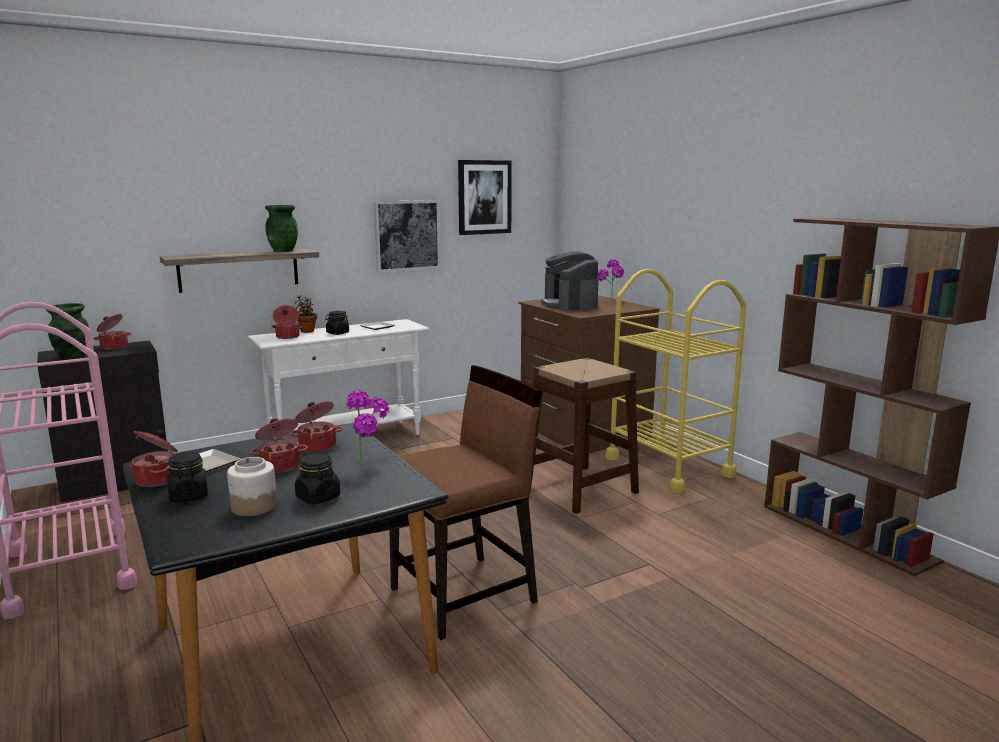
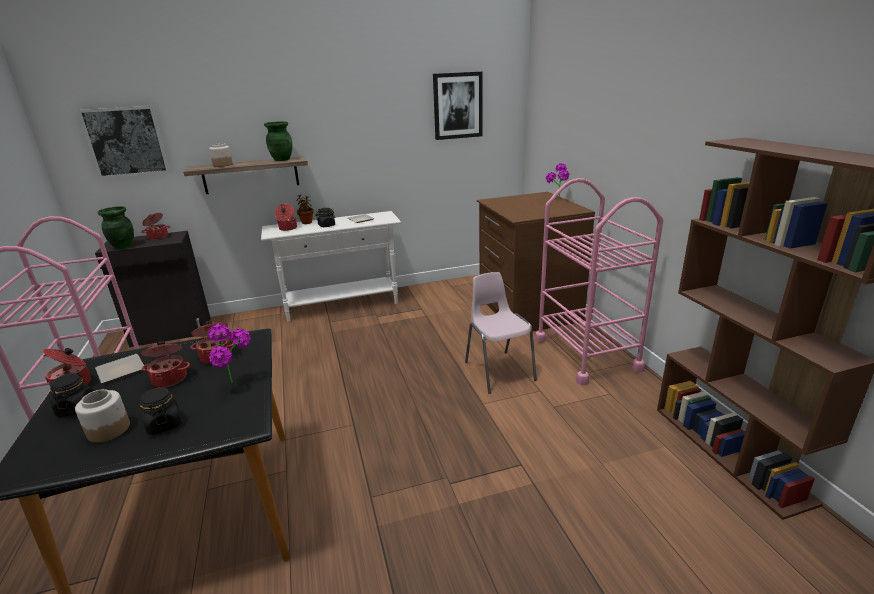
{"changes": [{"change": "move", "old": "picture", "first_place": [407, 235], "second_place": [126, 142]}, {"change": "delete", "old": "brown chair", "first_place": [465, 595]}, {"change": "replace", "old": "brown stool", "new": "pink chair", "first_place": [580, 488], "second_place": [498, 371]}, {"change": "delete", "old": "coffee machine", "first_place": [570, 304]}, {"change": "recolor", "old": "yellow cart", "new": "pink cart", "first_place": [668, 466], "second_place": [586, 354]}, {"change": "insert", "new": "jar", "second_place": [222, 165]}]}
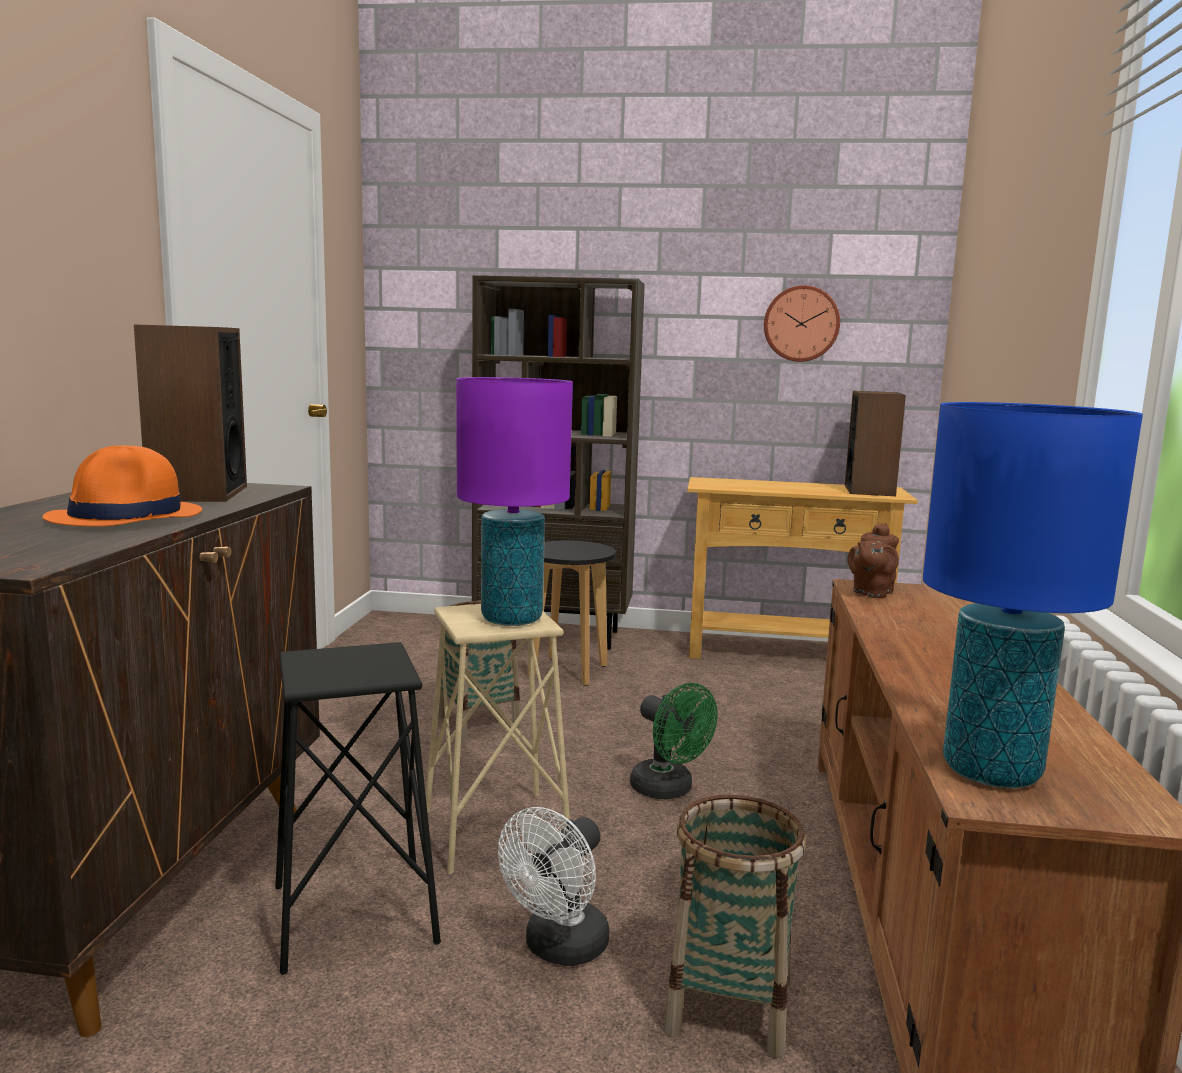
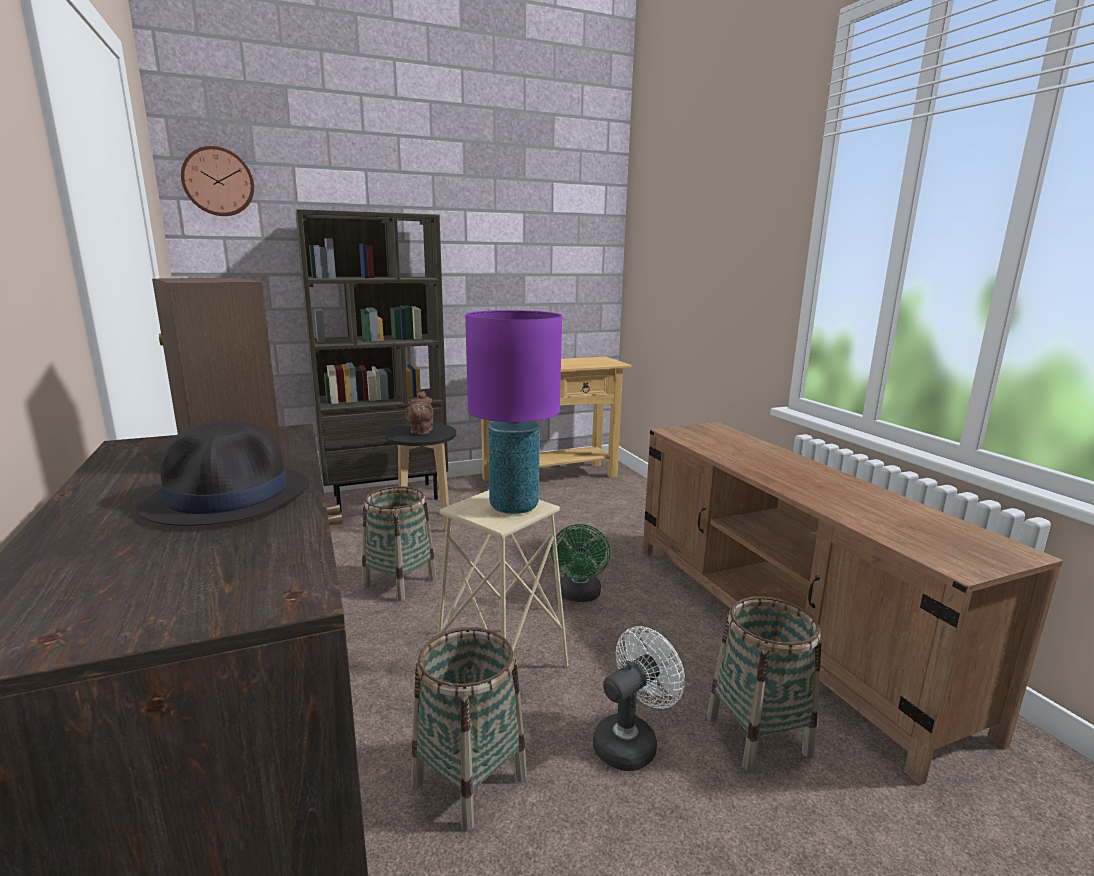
{"changes": [{"change": "recolor", "old": "orange hat", "new": "black hat", "first_place": [126, 517], "second_place": [230, 497]}, {"change": "replace", "old": "black stool", "new": "basket", "first_place": [354, 914], "second_place": [469, 780]}, {"change": "rotate", "old": "white fan", "first_place": [559, 949], "second_place": [631, 741], "degrees": -135}, {"change": "rotate", "old": "green fan", "first_place": [669, 790], "second_place": [579, 596], "degrees": 75}, {"change": "move", "old": "wall clock", "first_place": [801, 324], "second_place": [218, 182]}, {"change": "delete", "old": "speaker", "first_place": [869, 490]}, {"change": "move", "old": "brown teapot", "first_place": [871, 593], "second_place": [421, 432]}, {"change": "delete", "old": "blue table lamp", "first_place": [990, 771]}]}
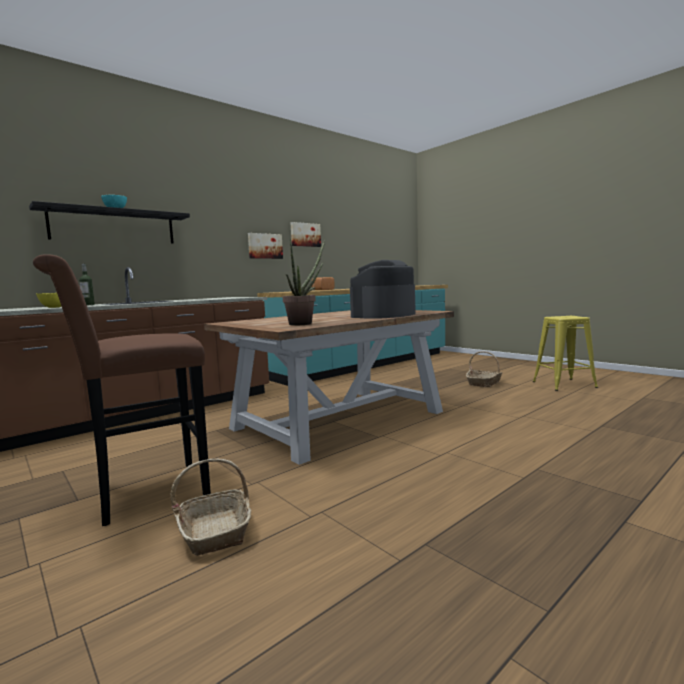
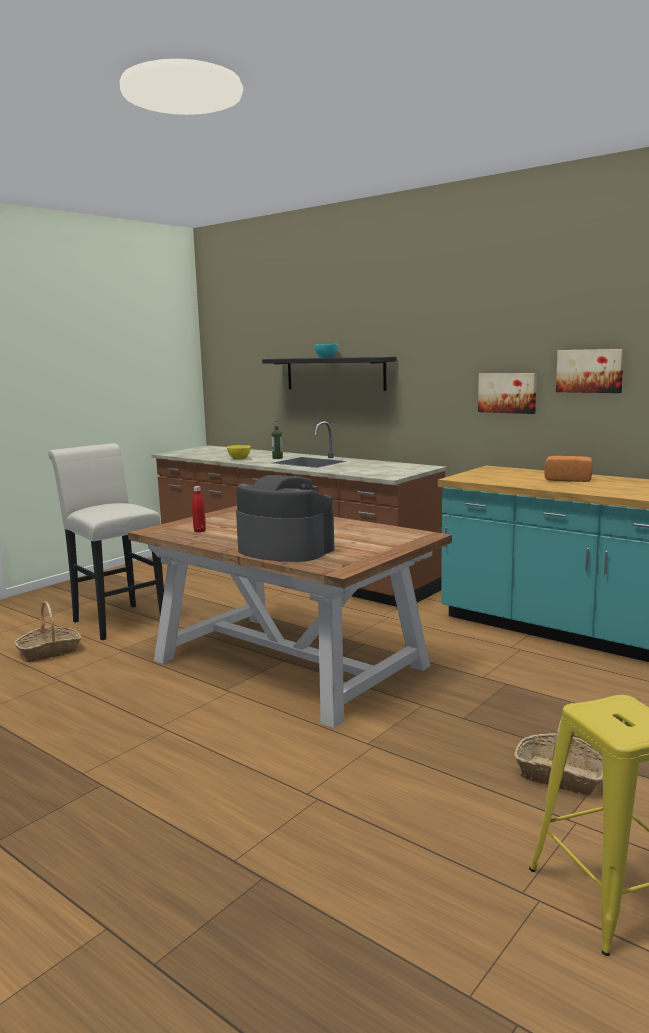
{"changes": [{"change": "recolor", "old": "brown stool", "new": "white stool", "first_place": [142, 494], "second_place": [116, 620]}, {"change": "replace", "old": "potted plant", "new": "red bottle", "first_place": [304, 323], "second_place": [199, 531]}]}
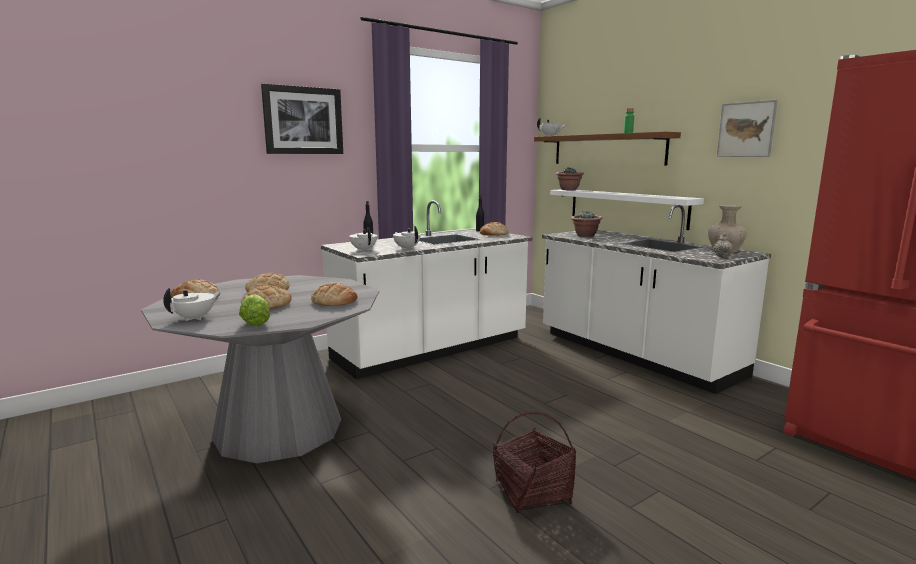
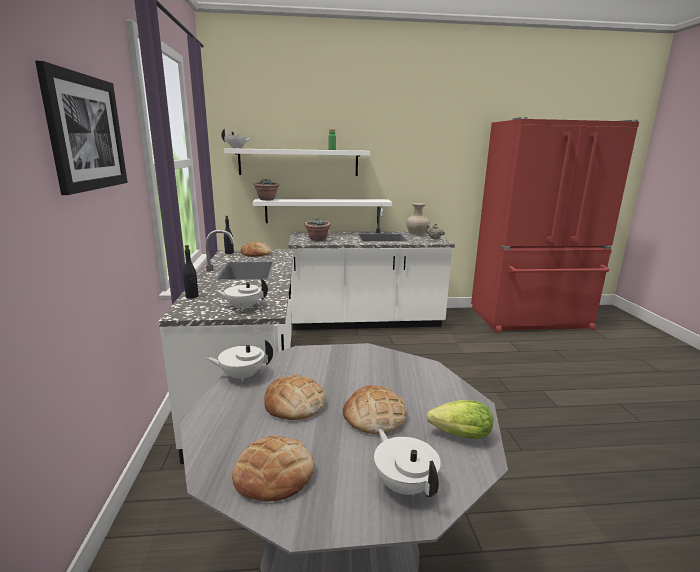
{"changes": [{"change": "delete", "old": "bread", "first_place": [335, 301]}, {"change": "move", "old": "white teapot", "first_place": [407, 248], "second_place": [242, 376]}, {"change": "delete", "old": "basket", "first_place": [533, 492]}, {"change": "recolor", "old": "brown shelf", "new": "white shelf", "first_place": [607, 149], "second_place": [298, 162]}, {"change": "delete", "old": "picture", "first_place": [746, 129]}]}
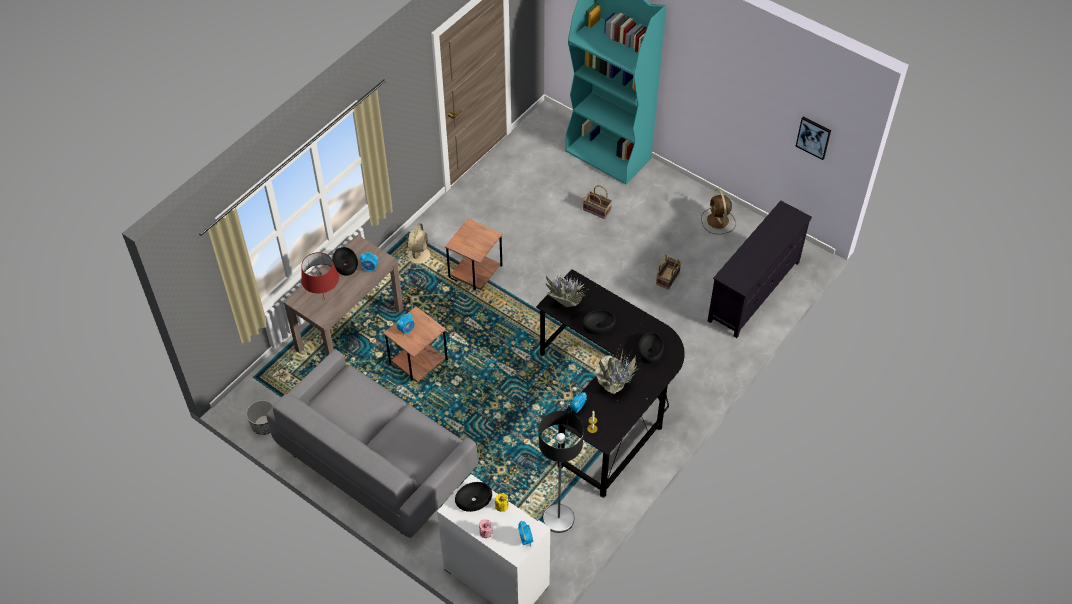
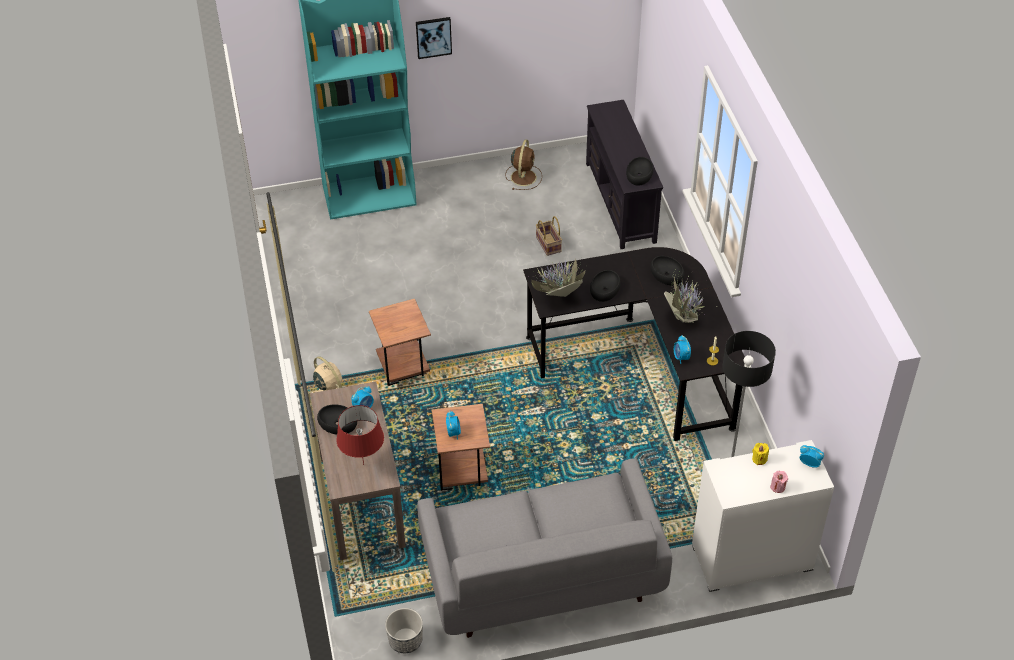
{"changes": [{"change": "move", "old": "black bowl", "first_place": [473, 499], "second_place": [639, 175]}, {"change": "delete", "old": "basket", "first_place": [597, 210]}, {"change": "rotate", "old": "brown fan", "first_place": [718, 221], "second_place": [523, 176], "degrees": -105}, {"change": "move", "old": "picture", "first_place": [813, 137], "second_place": [433, 37]}]}
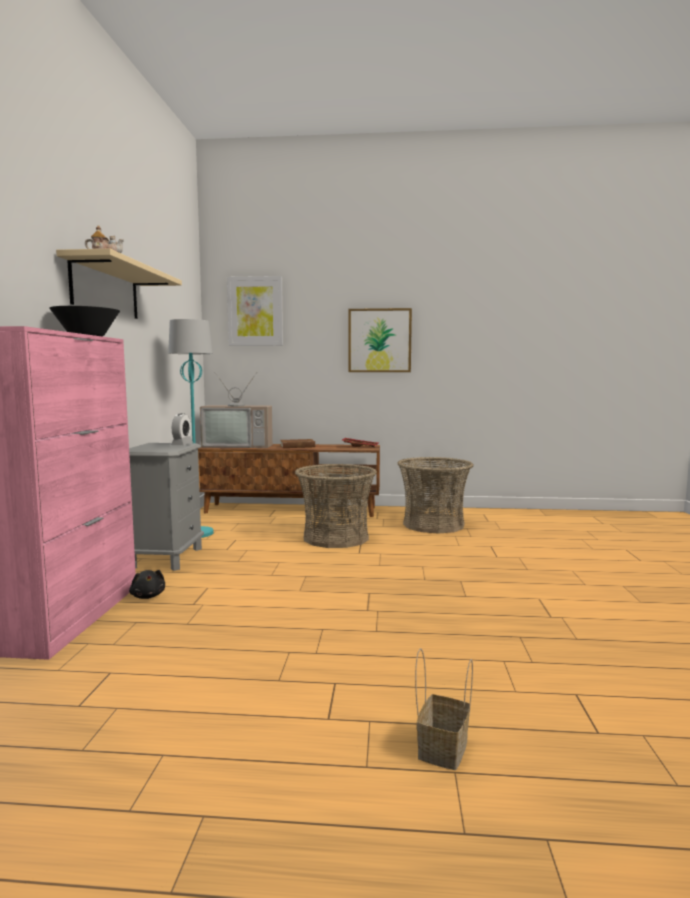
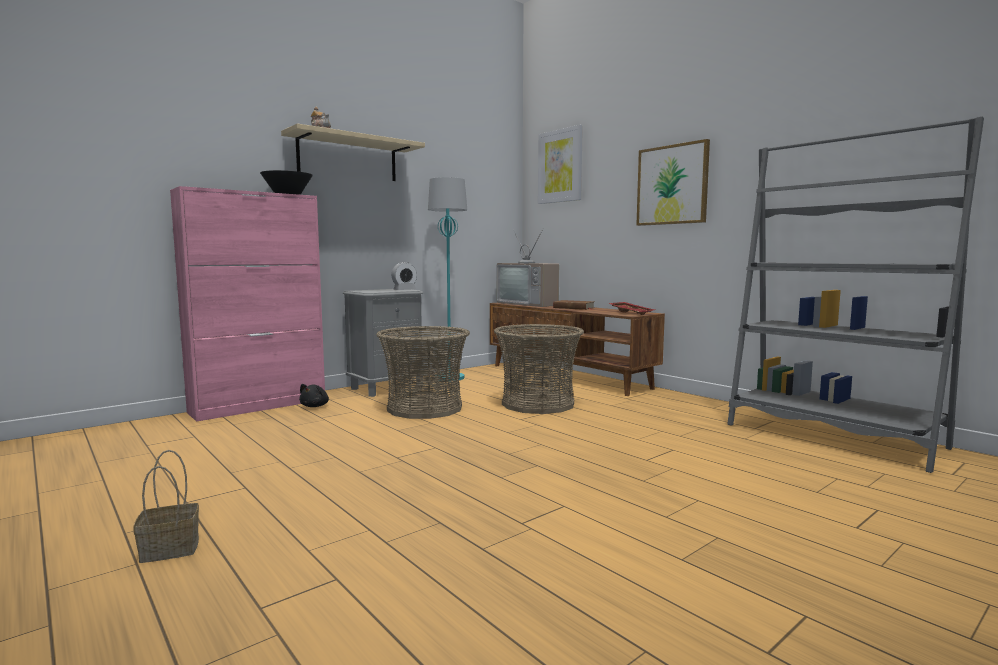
{"changes": [{"change": "move", "old": "basket", "first_place": [433, 524], "second_place": [424, 408]}, {"change": "insert", "new": "grey bookcase", "second_place": [832, 436]}]}
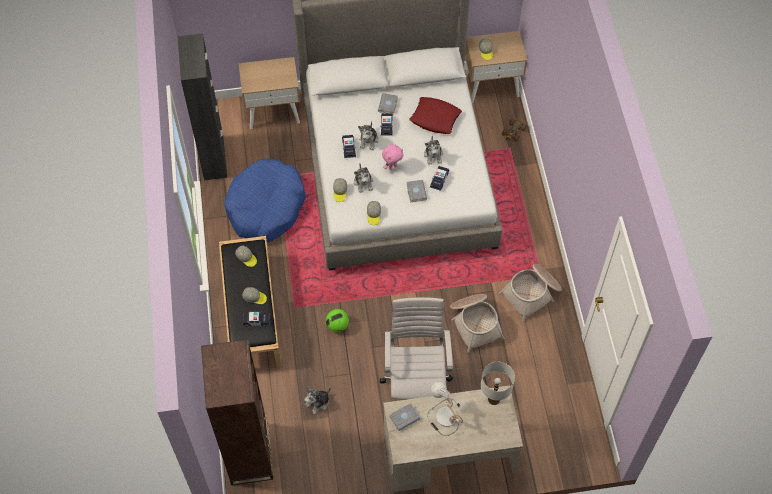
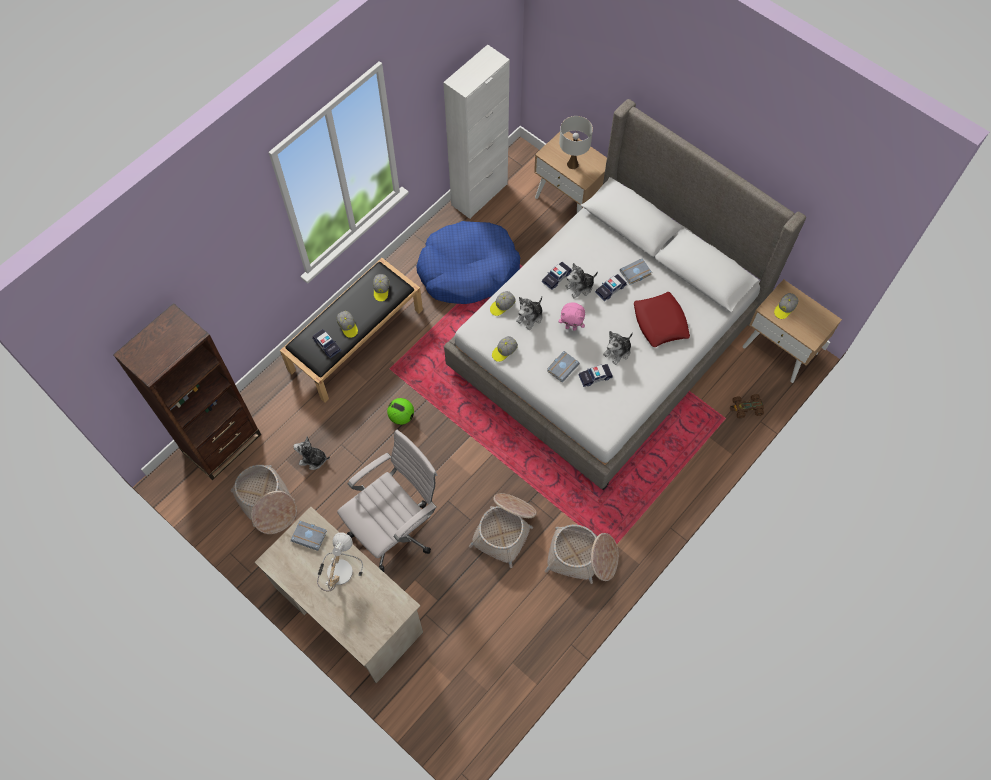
{"changes": [{"change": "recolor", "old": "black cabinet", "new": "white cabinet", "first_place": [214, 158], "second_place": [479, 194]}, {"change": "move", "old": "white table lamp", "first_place": [494, 399], "second_place": [573, 164]}, {"change": "insert", "new": "basket", "second_place": [267, 502]}]}
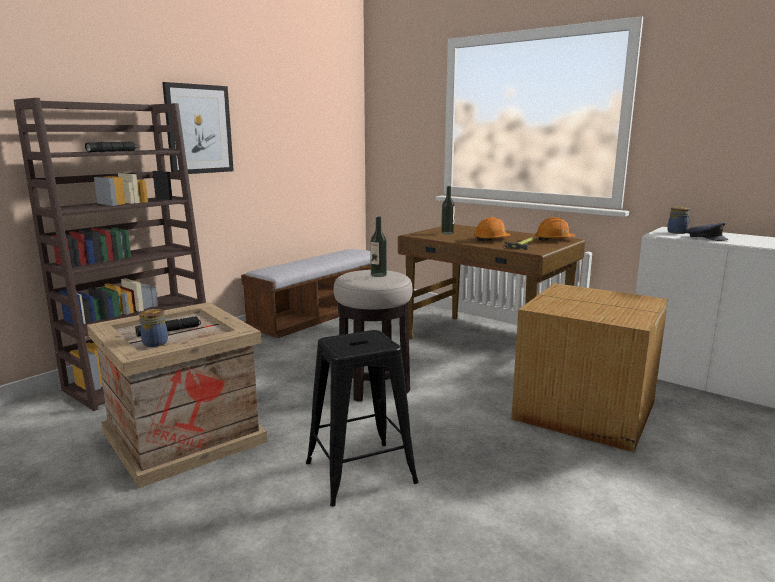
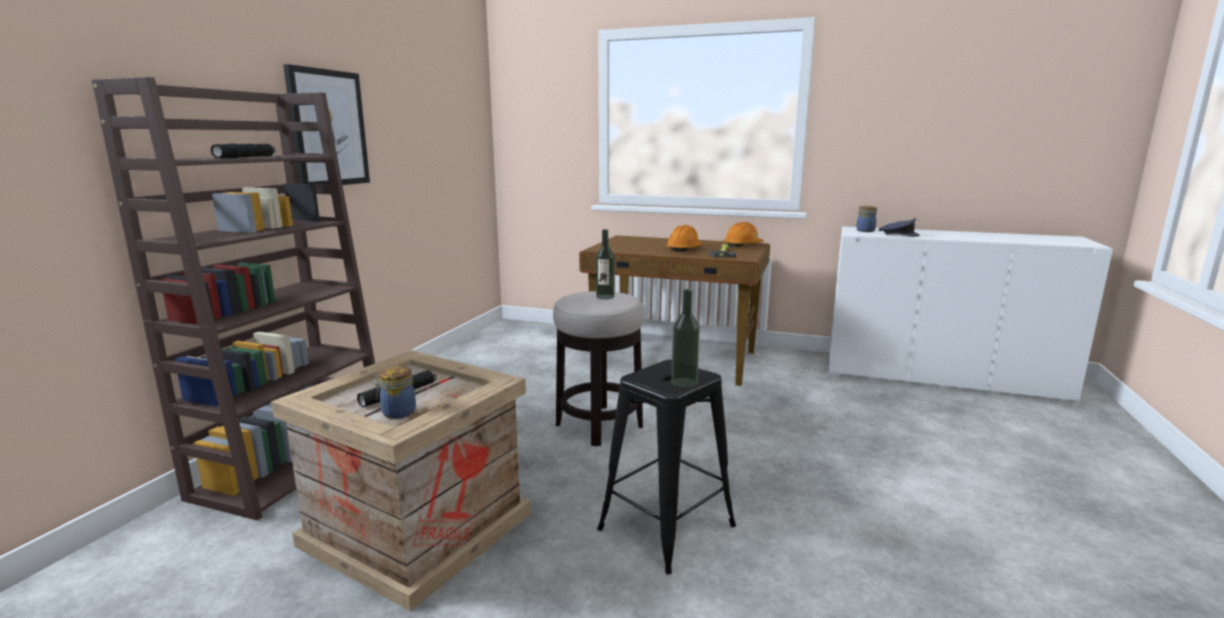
{"changes": [{"change": "delete", "old": "bench", "first_place": [319, 316]}, {"change": "move", "old": "bottle", "first_place": [447, 233], "second_place": [684, 383]}, {"change": "delete", "old": "cardboard box", "first_place": [586, 412]}]}
